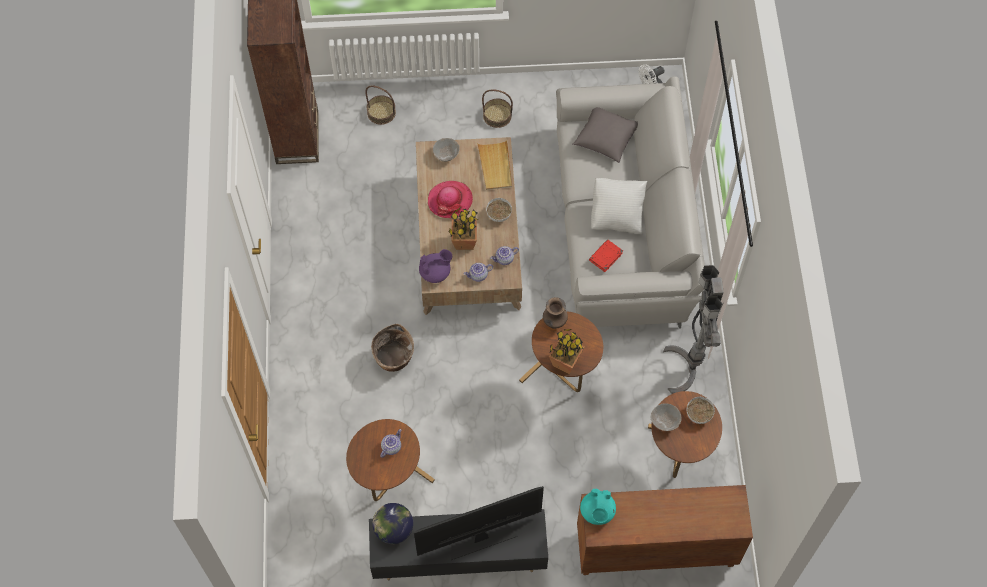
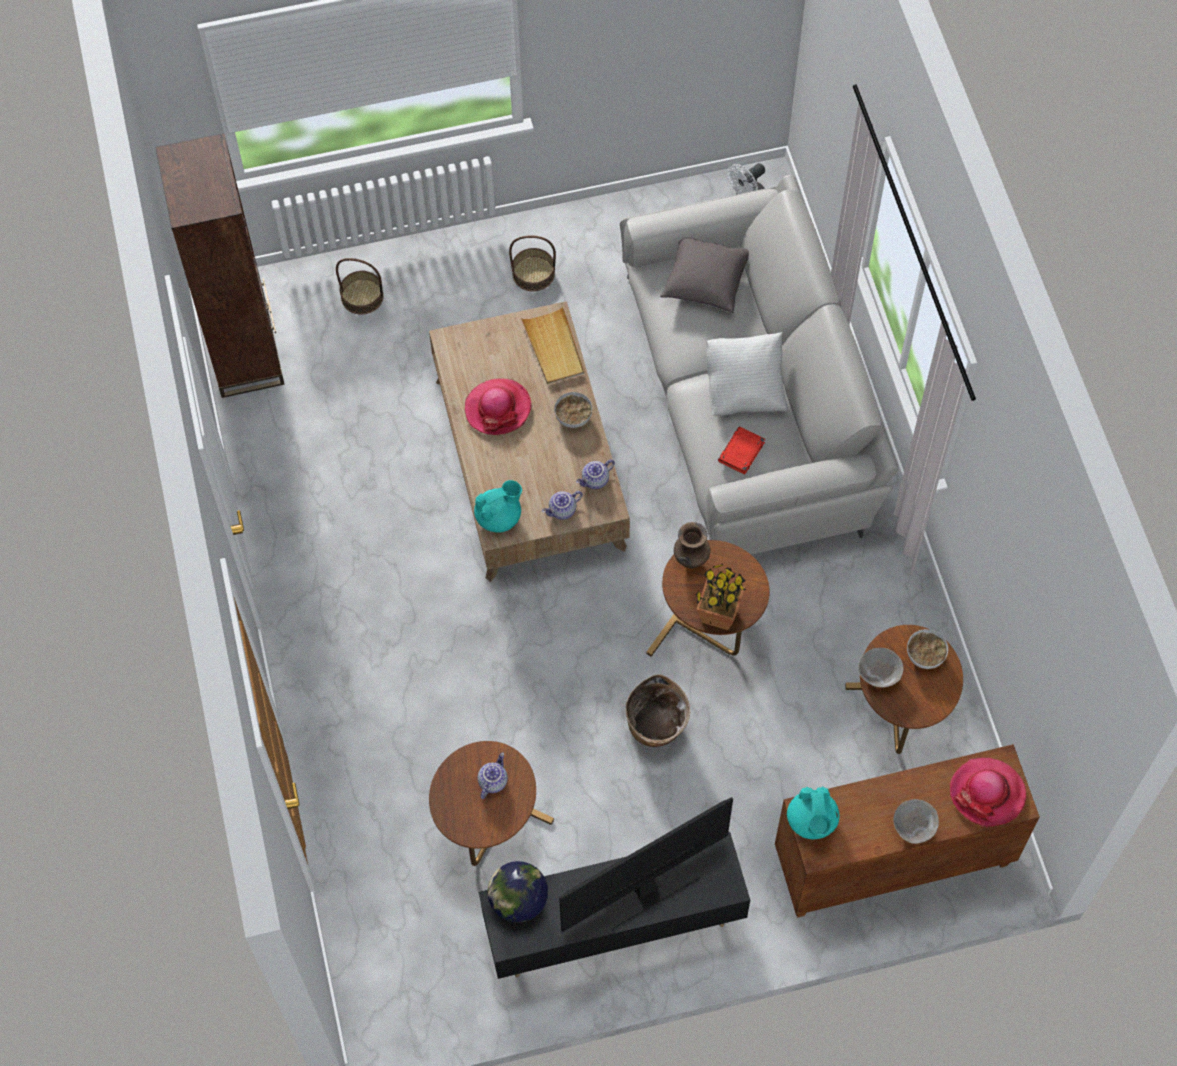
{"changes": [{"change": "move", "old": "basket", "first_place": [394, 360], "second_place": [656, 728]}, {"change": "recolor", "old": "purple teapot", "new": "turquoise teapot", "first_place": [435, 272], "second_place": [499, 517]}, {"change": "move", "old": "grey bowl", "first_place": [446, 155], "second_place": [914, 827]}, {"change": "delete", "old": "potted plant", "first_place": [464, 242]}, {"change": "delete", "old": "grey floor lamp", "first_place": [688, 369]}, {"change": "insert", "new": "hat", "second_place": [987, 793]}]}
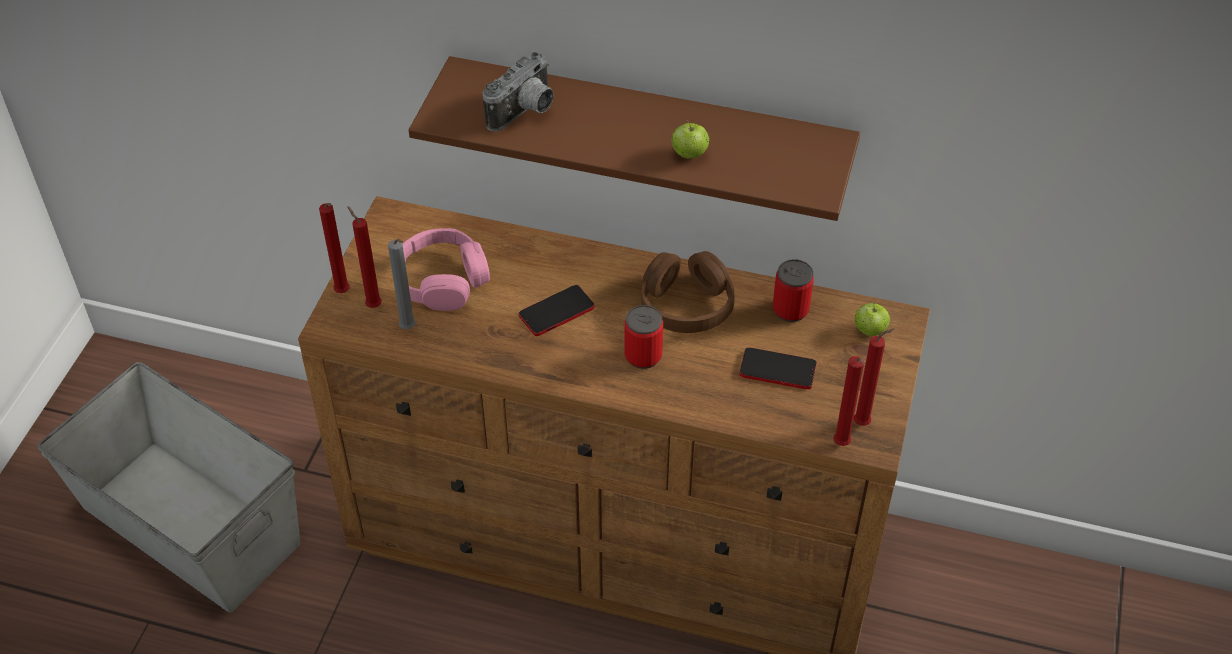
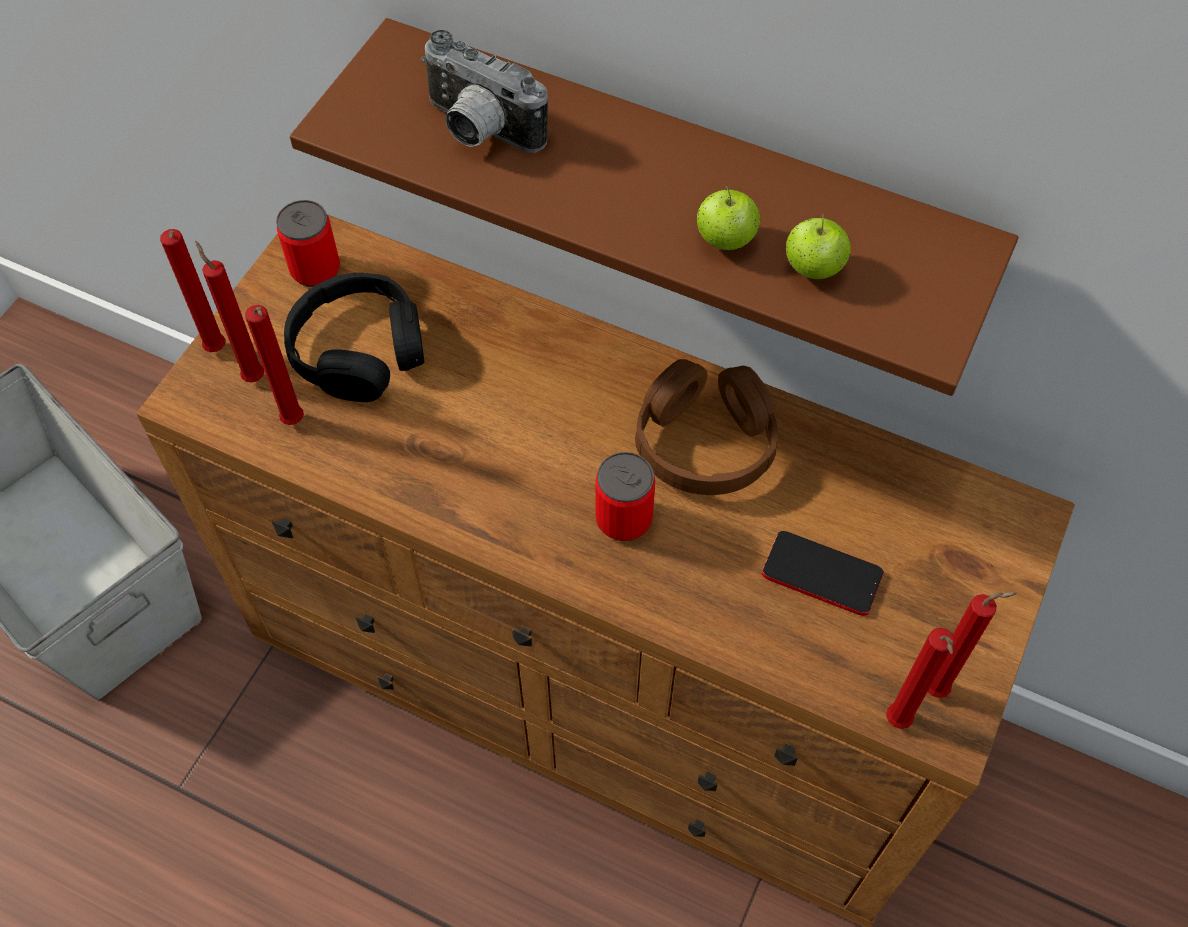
{"changes": [{"change": "recolor", "old": "grey candle", "new": "red candle", "first_place": [409, 329], "second_place": [295, 423]}, {"change": "recolor", "old": "pink headphones", "new": "black headphones", "first_place": [442, 280], "second_place": [359, 350]}, {"change": "rotate", "old": "photo camera", "first_place": [525, 113], "second_place": [478, 131], "degrees": 75}, {"change": "delete", "old": "phone", "first_place": [556, 311]}, {"change": "move", "old": "can", "first_place": [790, 309], "second_place": [315, 269]}, {"change": "move", "old": "apple", "first_place": [869, 331], "second_place": [813, 269]}]}
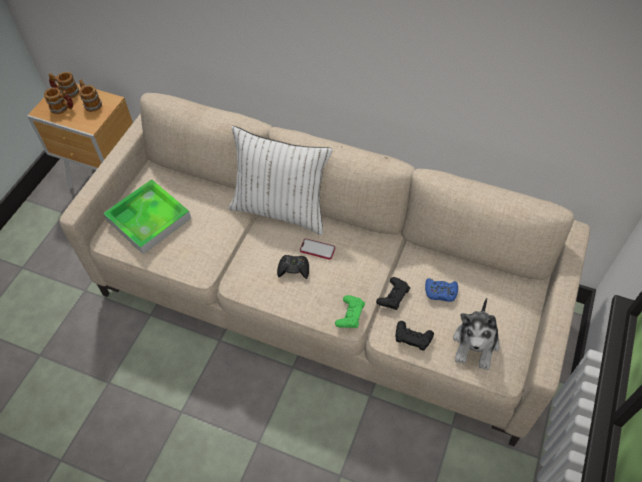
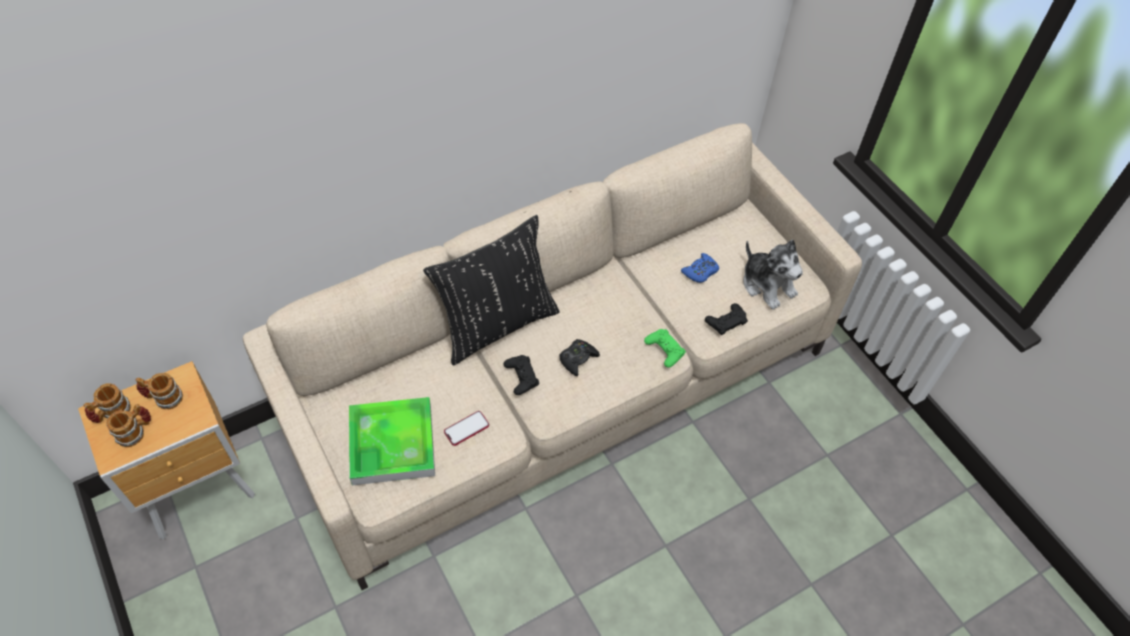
{"changes": [{"change": "recolor", "old": "white pillow", "new": "black pillow", "first_place": [281, 209], "second_place": [496, 324]}, {"change": "move", "old": "phone", "first_place": [317, 249], "second_place": [466, 429]}, {"change": "move", "old": "black game controller", "first_place": [393, 296], "second_place": [521, 376]}]}
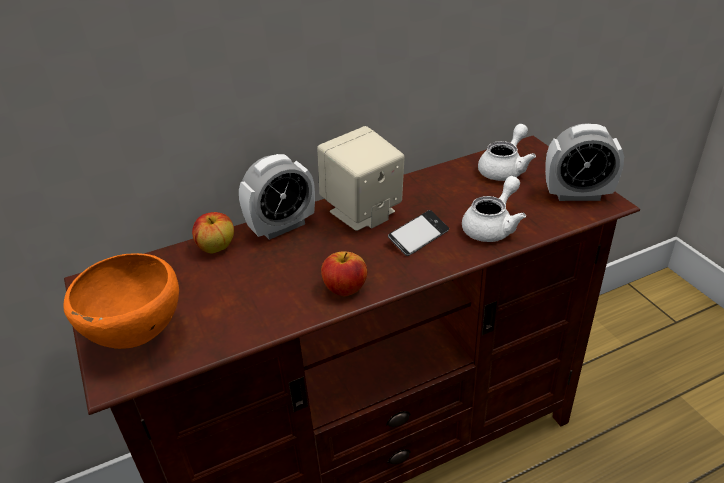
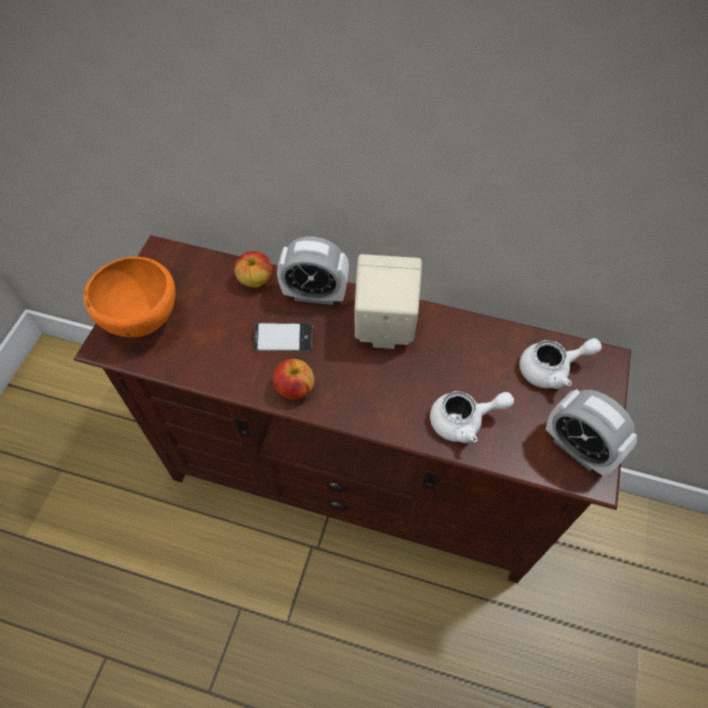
{"changes": [{"change": "move", "old": "phone", "first_place": [418, 237], "second_place": [283, 340]}]}
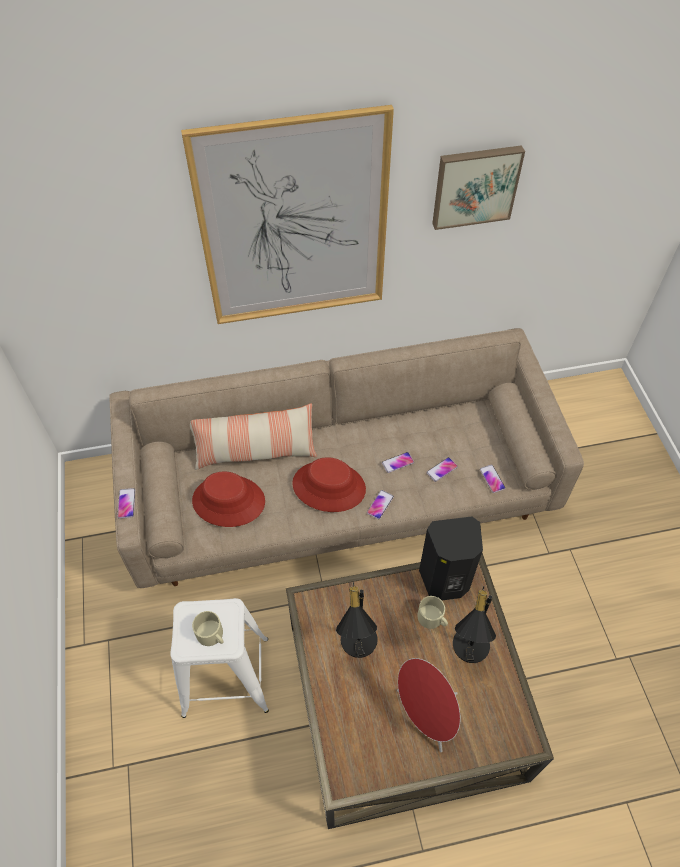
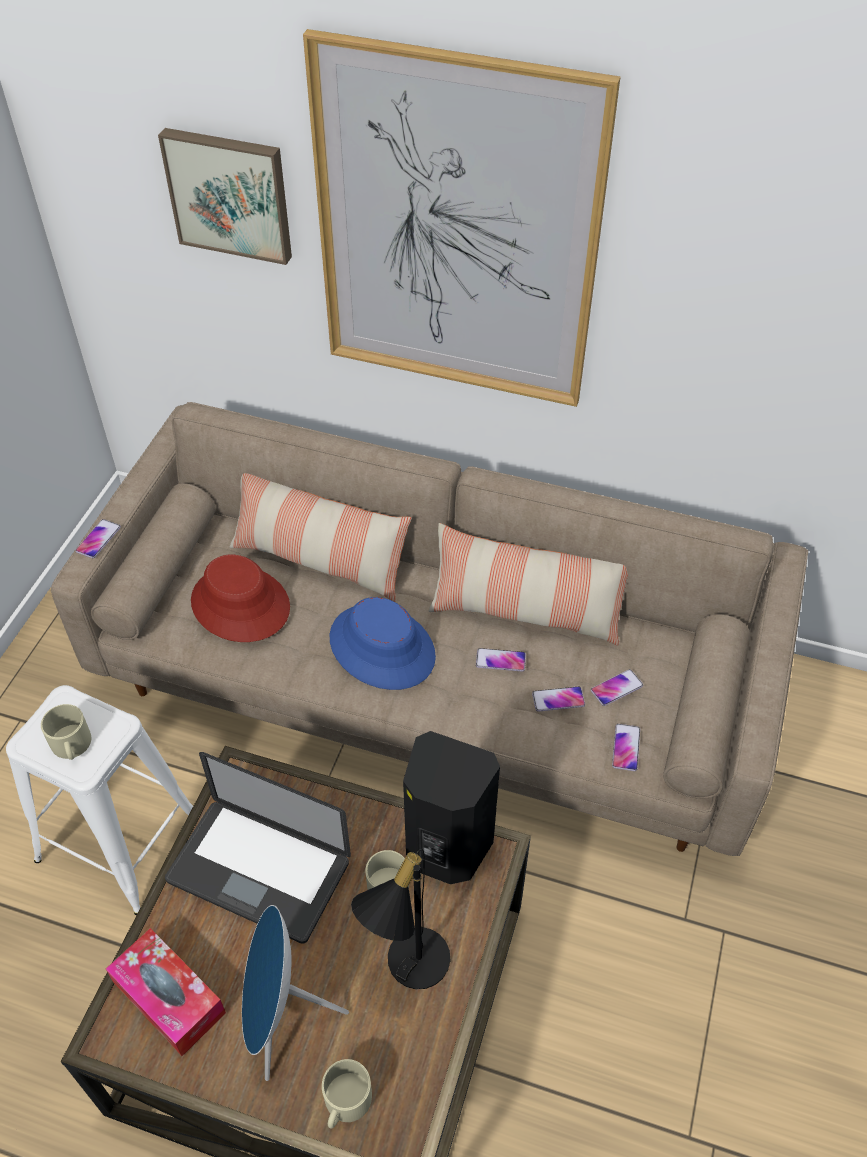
{"changes": [{"change": "recolor", "old": "red hat", "new": "blue hat", "first_place": [329, 486], "second_place": [382, 647]}, {"change": "replace", "old": "black table lamp", "new": "laptop", "first_place": [357, 647], "second_place": [259, 871]}, {"change": "move", "old": "phone", "first_place": [380, 505], "second_place": [616, 688]}, {"change": "recolor", "old": "red speaker", "new": "blue speaker", "first_place": [425, 716], "second_place": [282, 1018]}, {"change": "move", "old": "picture", "first_place": [475, 186], "second_place": [230, 194]}, {"change": "insert", "new": "tissue box", "second_place": [169, 997]}, {"change": "insert", "new": "beige mug", "second_place": [345, 1103]}, {"change": "insert", "new": "pillow", "second_place": [525, 612]}]}
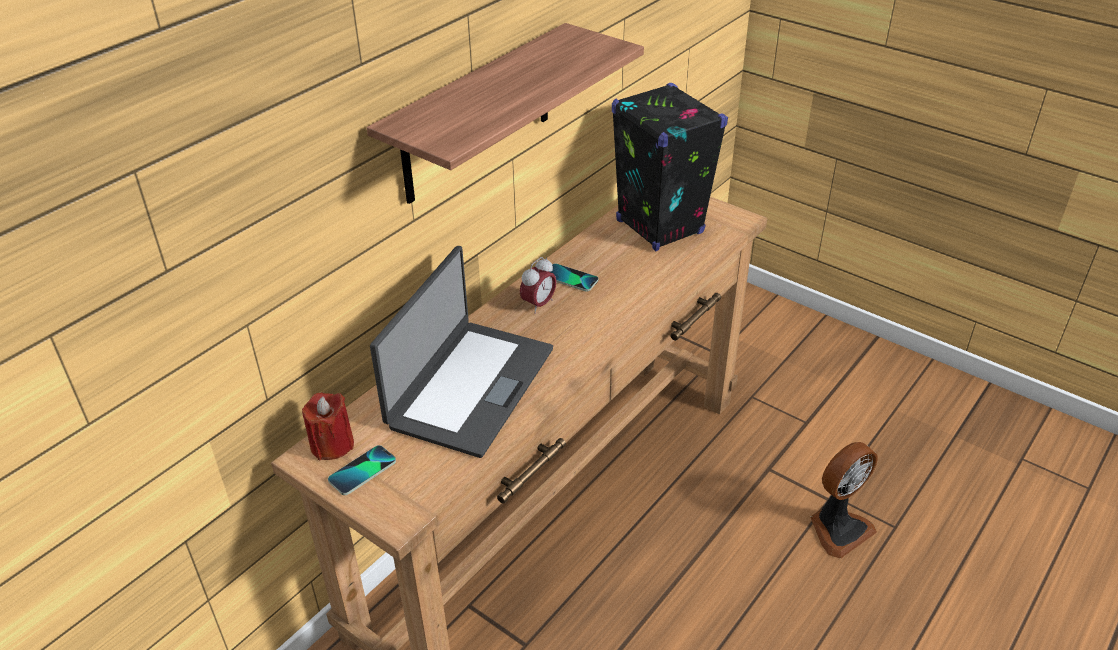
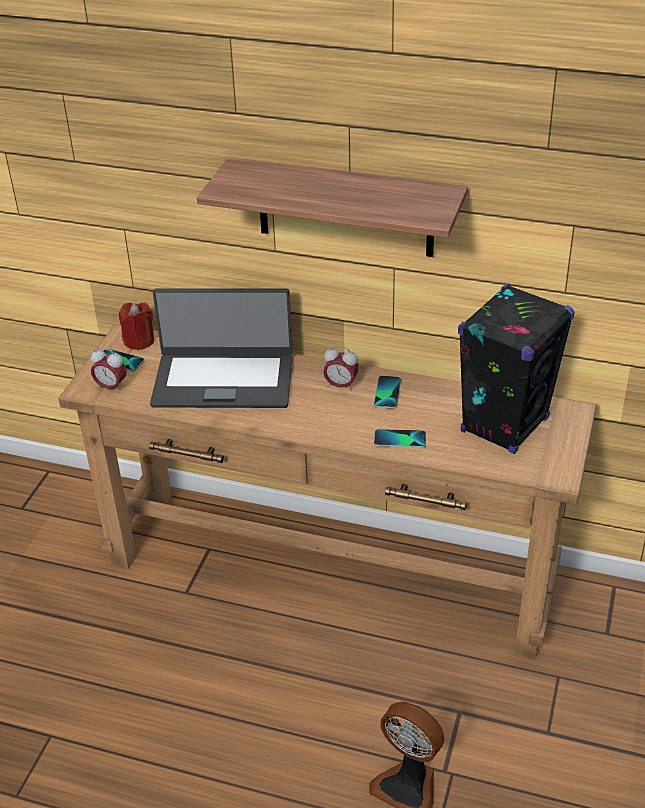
{"changes": [{"change": "insert", "new": "alarm clock", "second_place": [111, 387]}, {"change": "insert", "new": "phone", "second_place": [400, 440]}]}
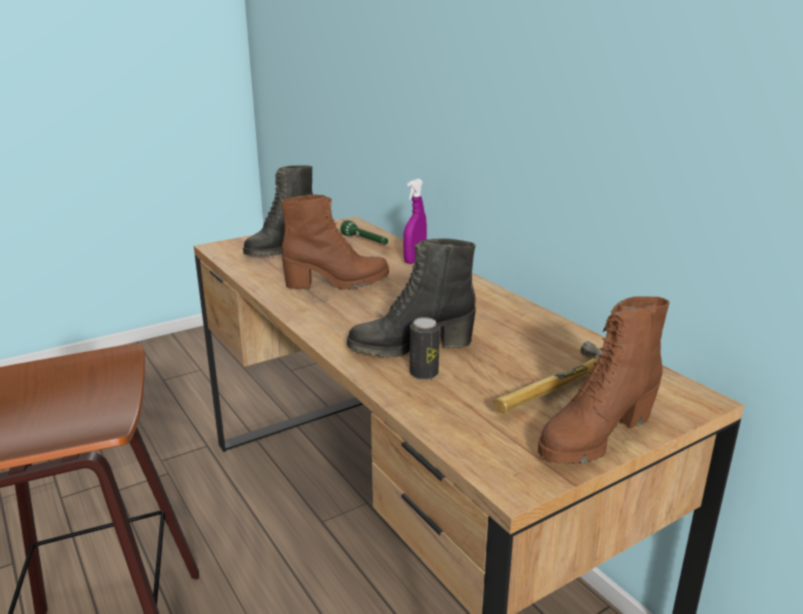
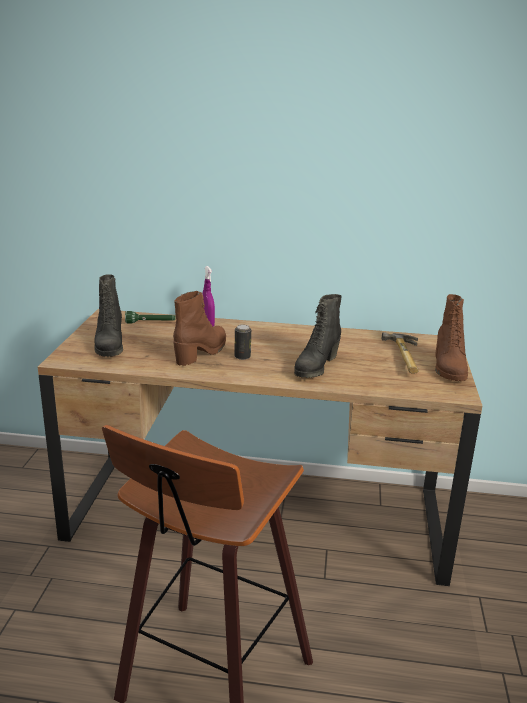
{"changes": [{"change": "move", "old": "can", "first_place": [424, 373], "second_place": [242, 357]}]}
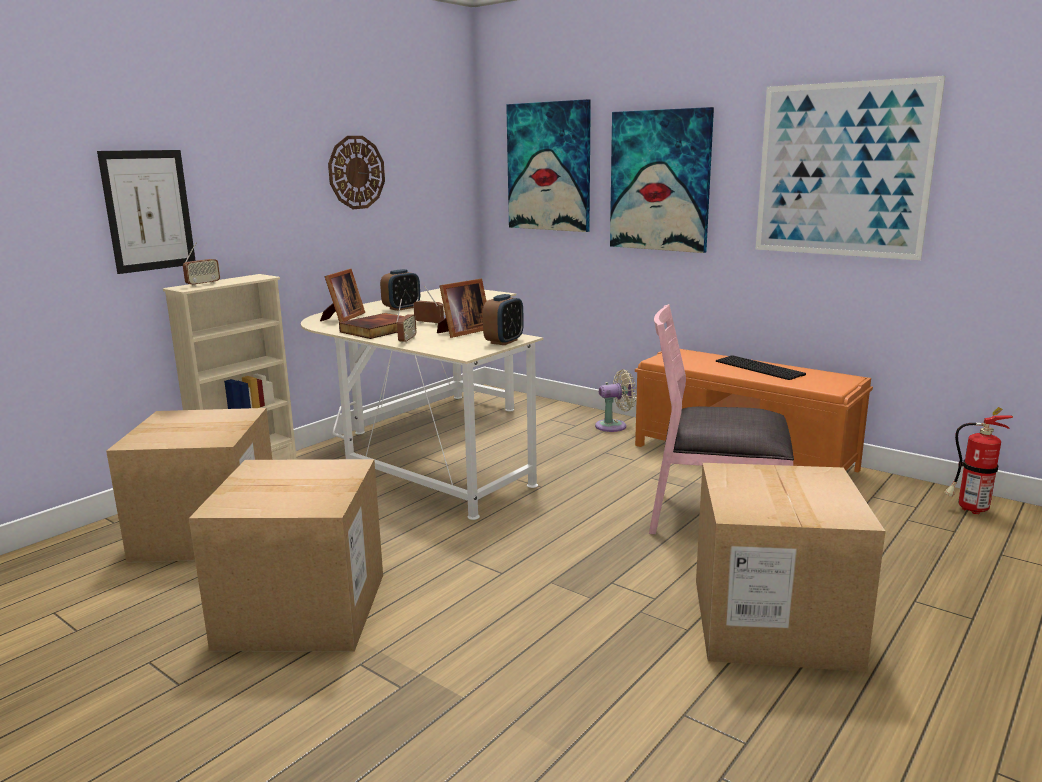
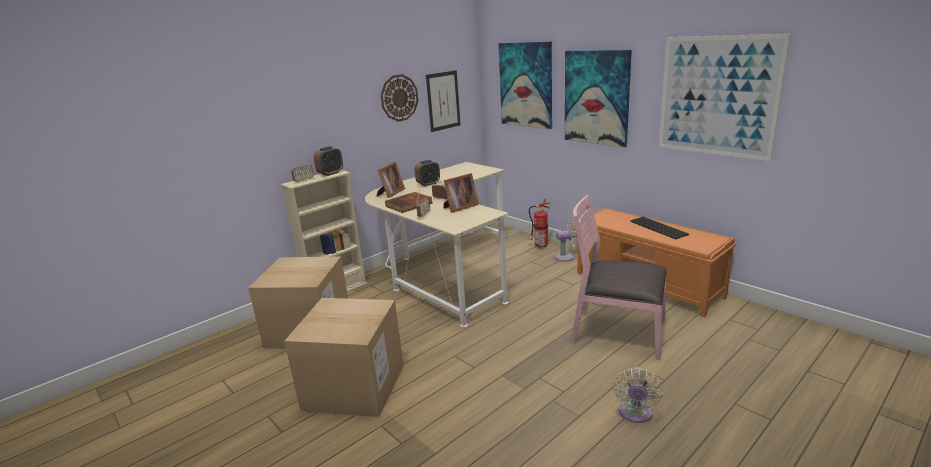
{"changes": [{"change": "move", "old": "picture", "first_place": [148, 210], "second_place": [443, 101]}, {"change": "move", "old": "alarm clock", "first_place": [504, 341], "second_place": [330, 173]}, {"change": "replace", "old": "cardboard box", "new": "beige fan", "first_place": [773, 622], "second_place": [635, 414]}, {"change": "move", "old": "fire extinguisher", "first_place": [968, 510], "second_place": [539, 246]}]}
